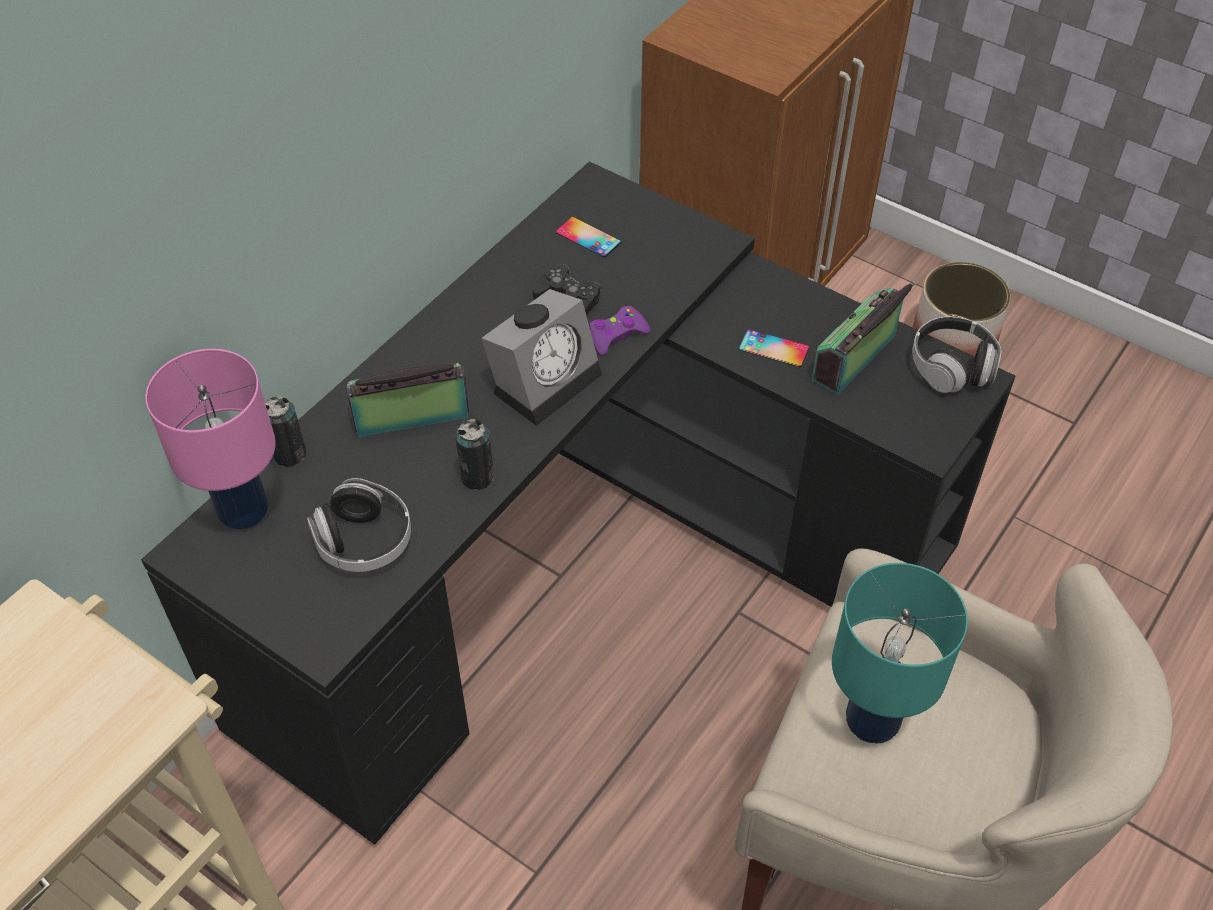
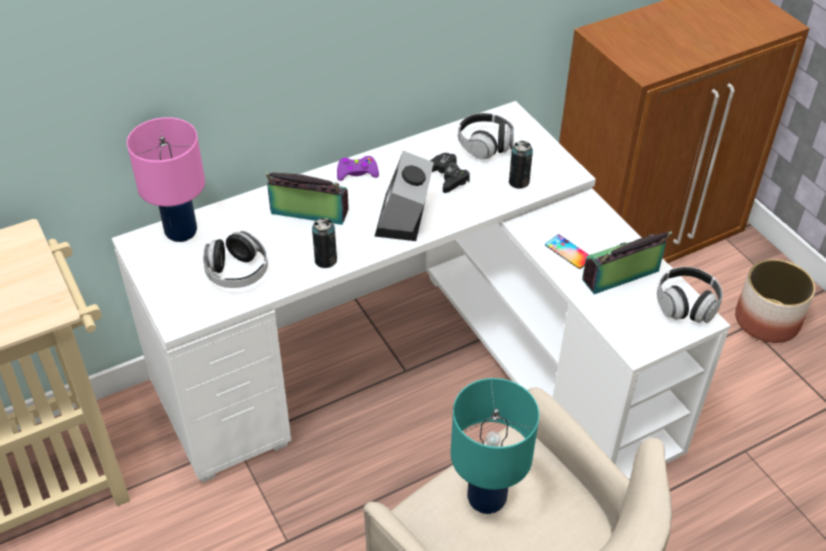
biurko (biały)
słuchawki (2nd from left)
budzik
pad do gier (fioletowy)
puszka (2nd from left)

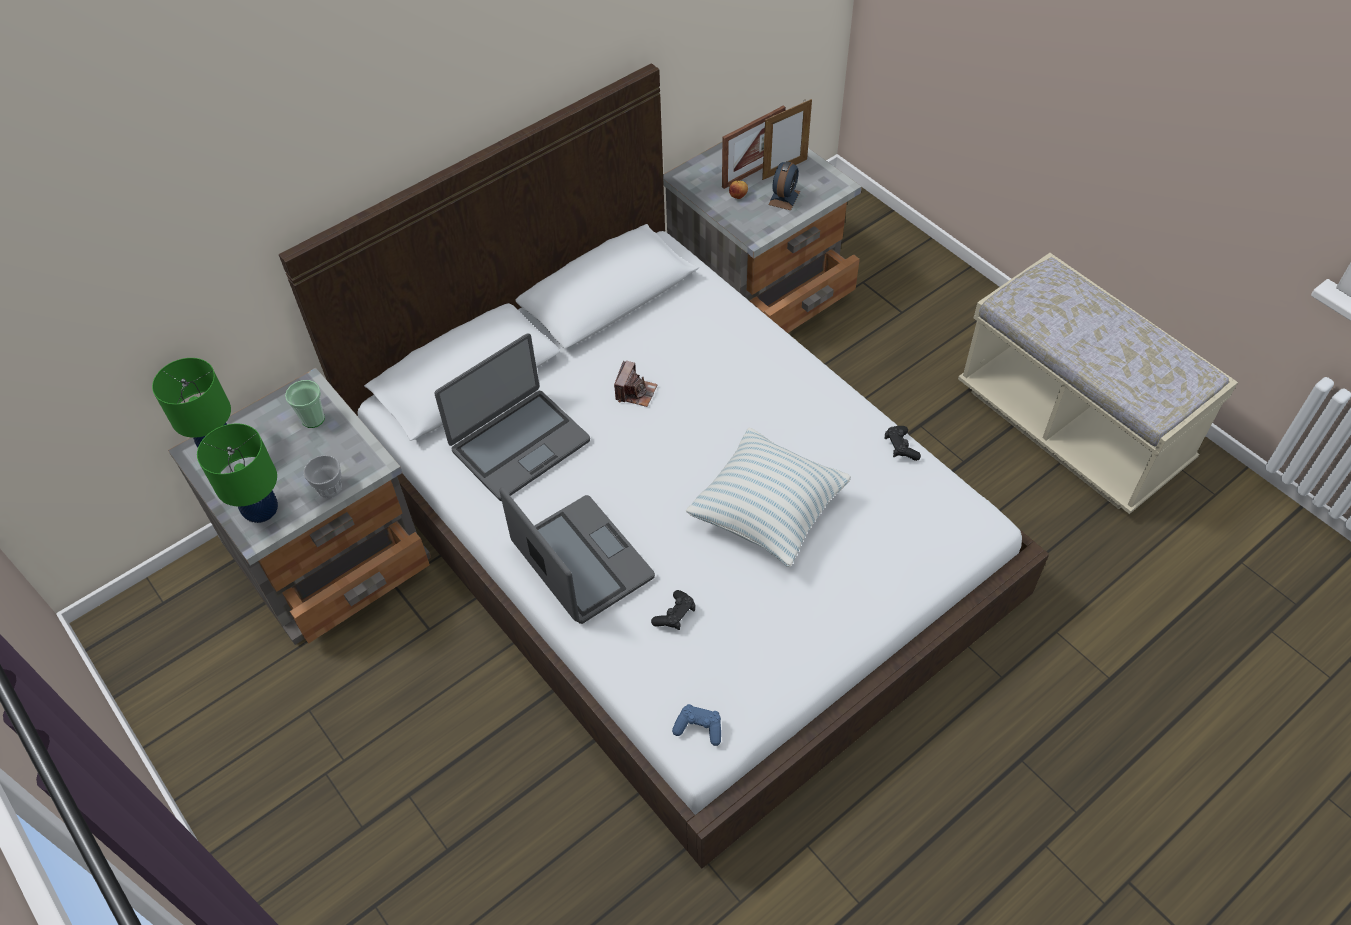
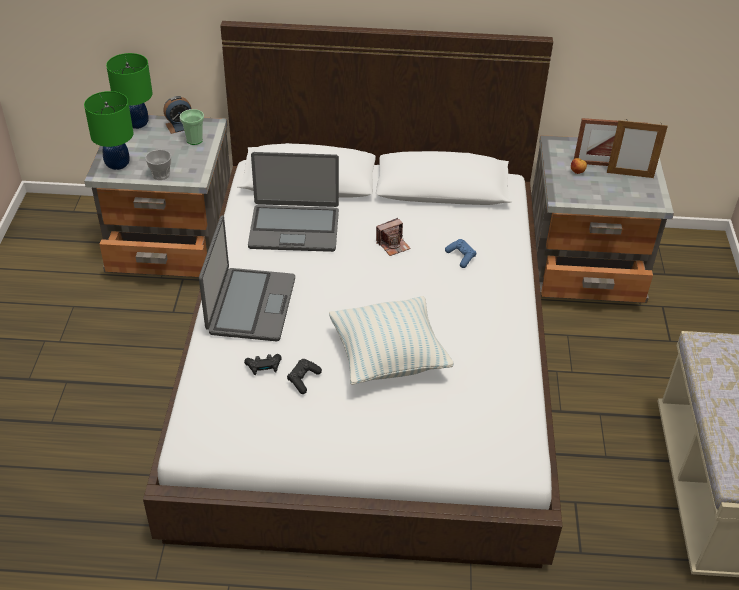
budzik
pad do gier (czarny) (2nd from left)
pad do gier (niebieski)

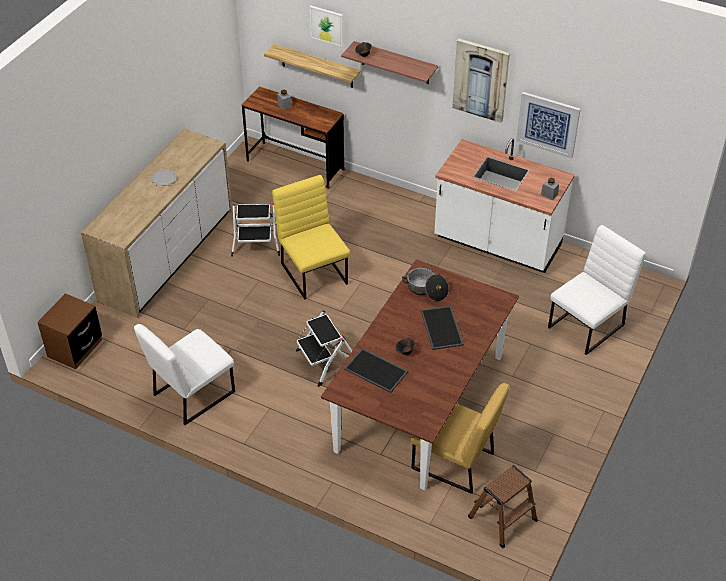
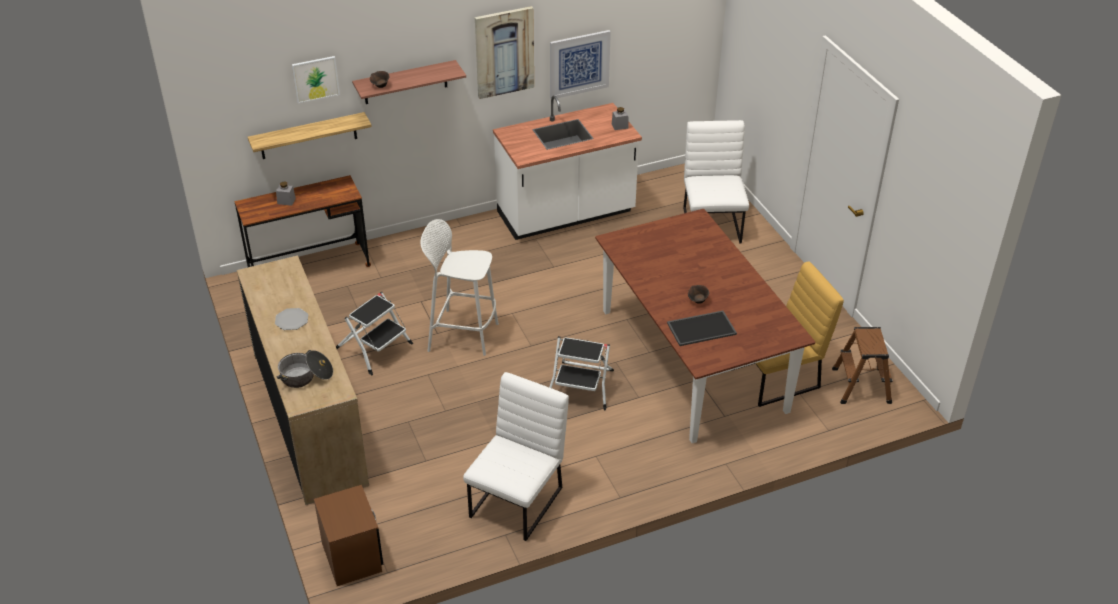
stołek (biały)
garnek
taca (2nd from left in the first image)
krzesło (biały) (1st from left)

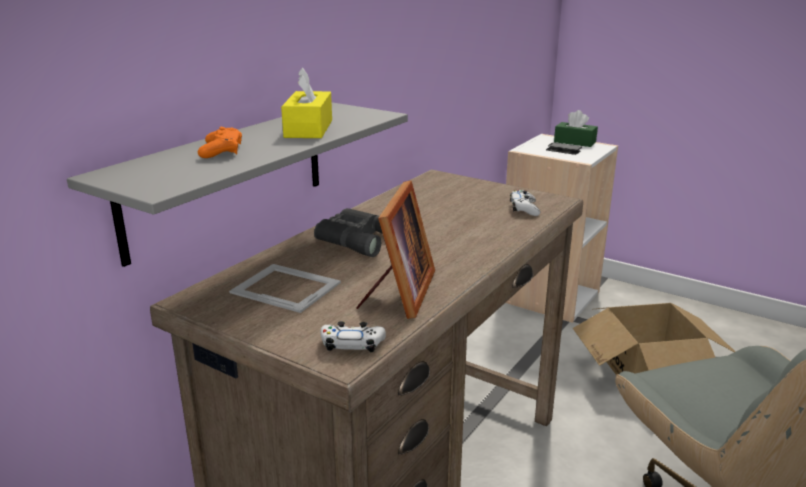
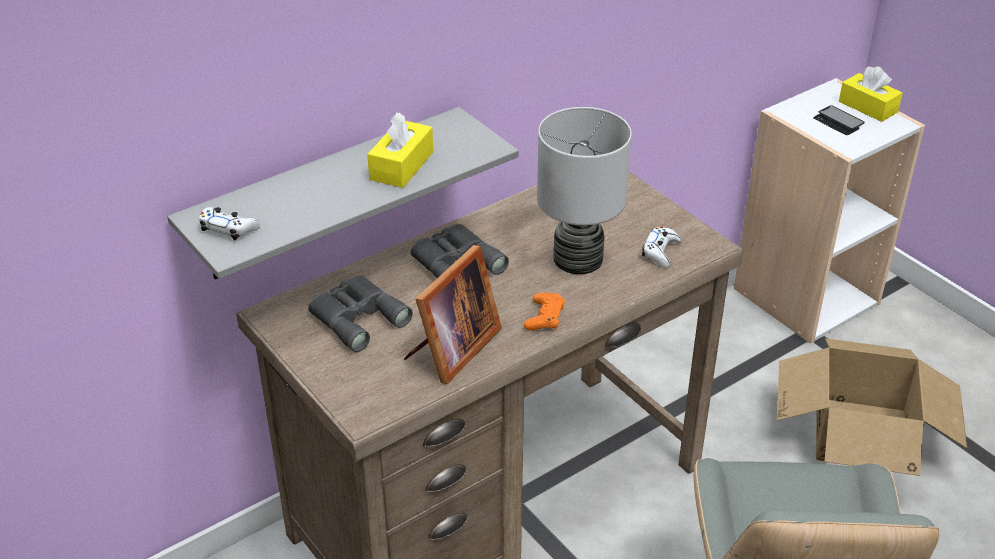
pudełko chusteczek (żółty) (2nd from left)
pad do gier (pomarańczowy)
lornetka (szary) (1st from left)
pad do gier (biały) (1st from left)
lampa stołowa (szary)

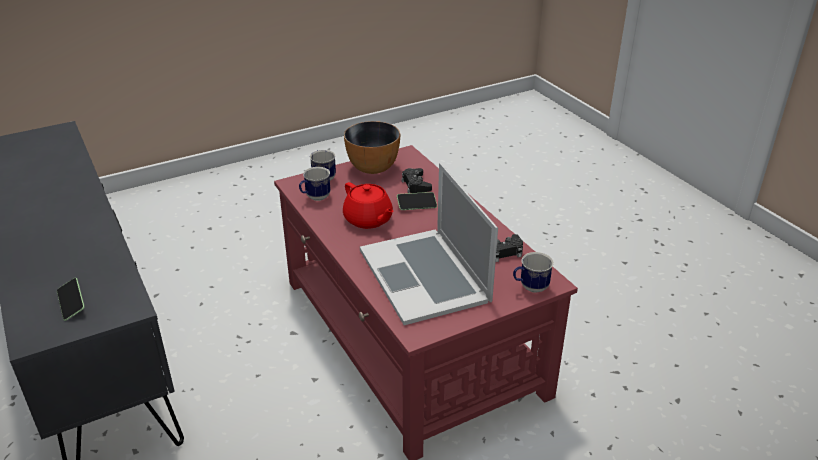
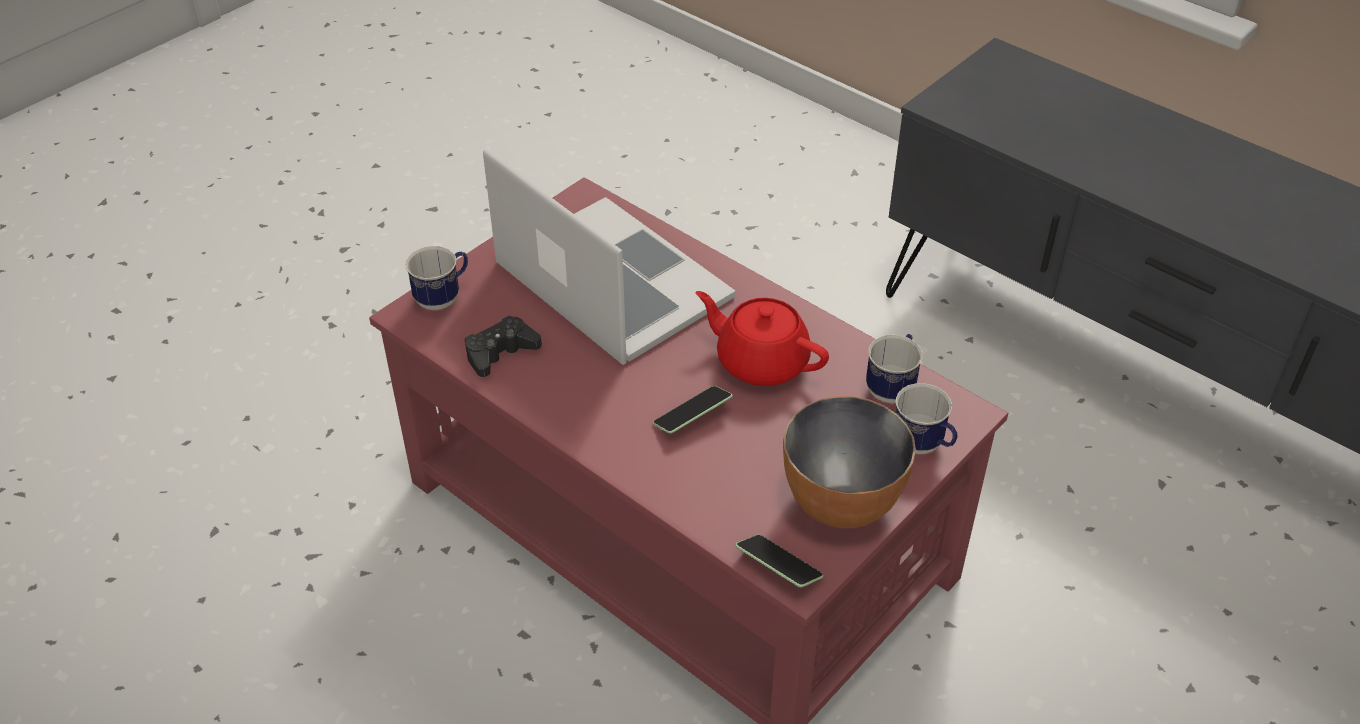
pad do gier (czarny) (1st from left in the first image)
telefon (2nd from left)

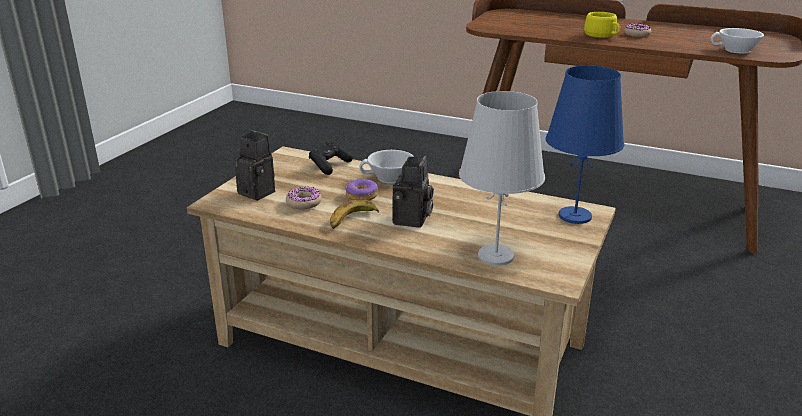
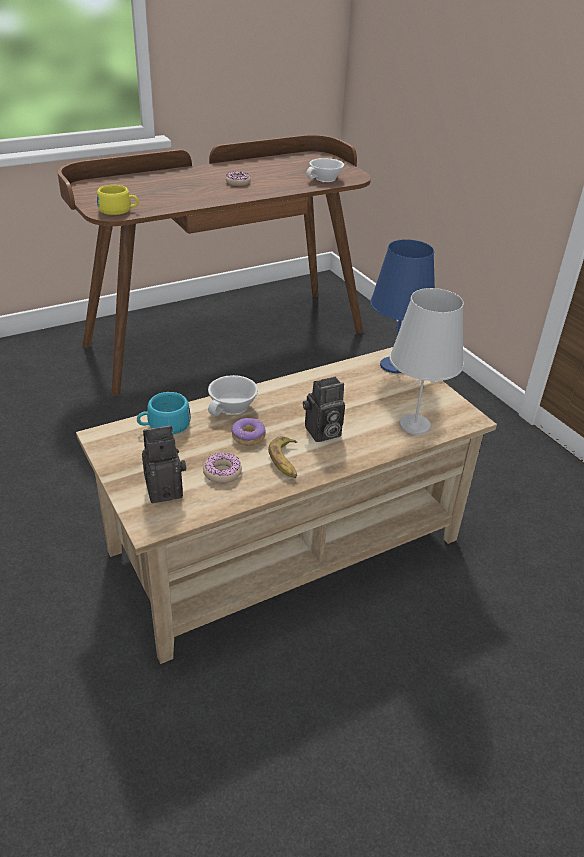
filiżanka (żółty)
filiżanka (turkusowy)
aparat fotograficzny (2nd from left)

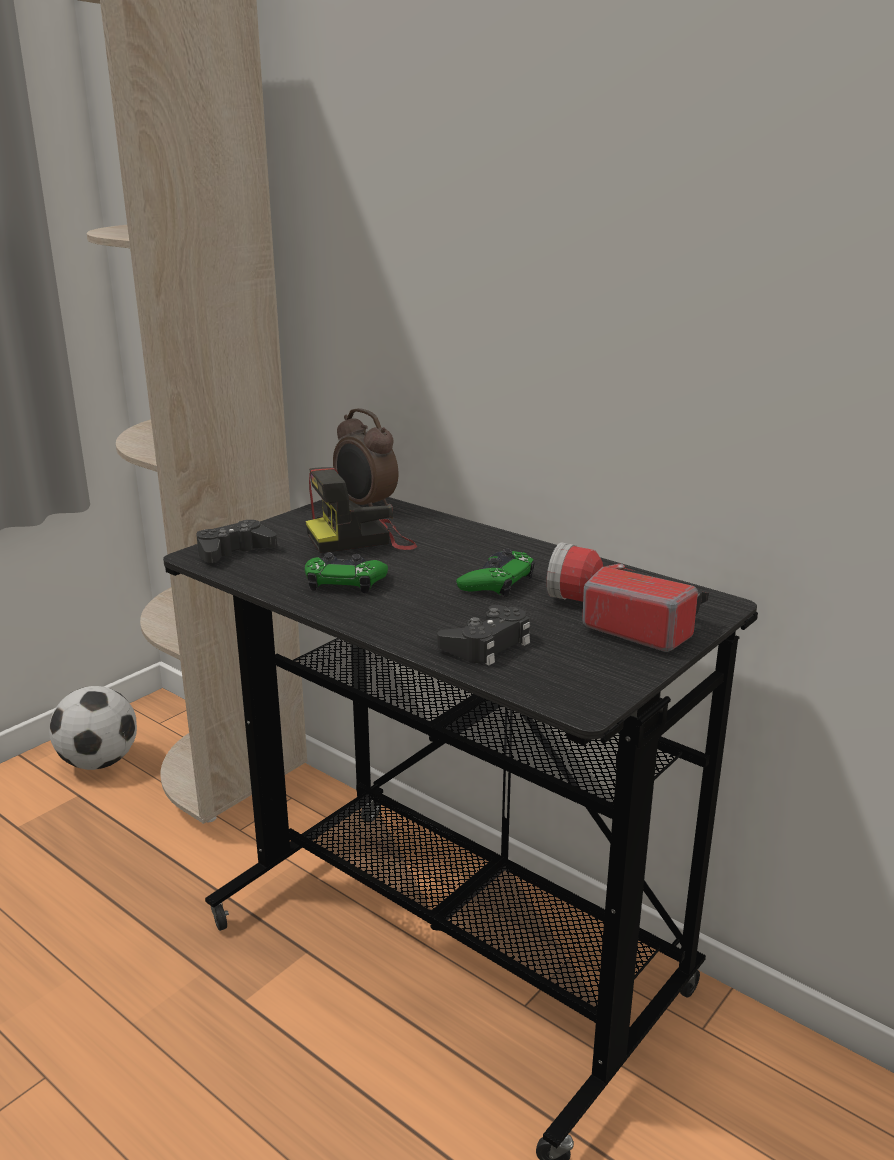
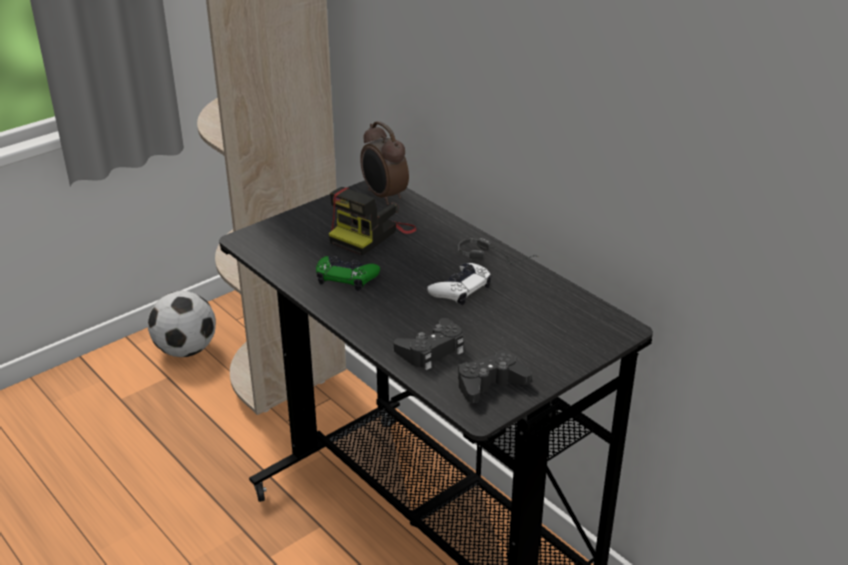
aparat fotograficzny
pad do gier (czarny) (2nd from left)
latarka
pad do gier (biały)
słuchawki

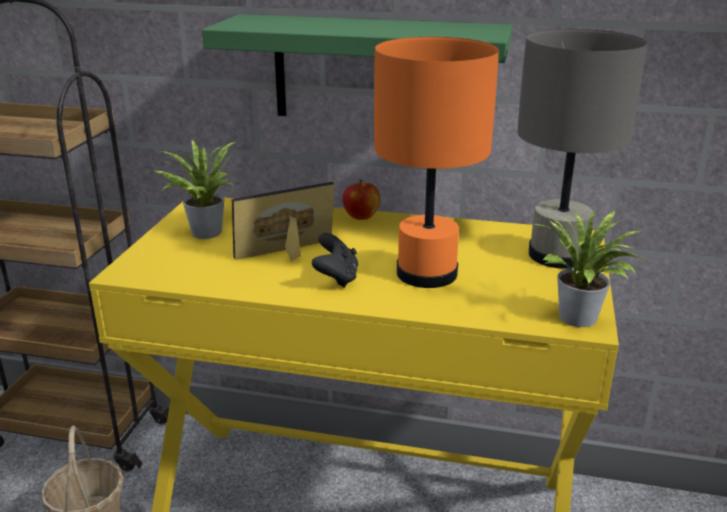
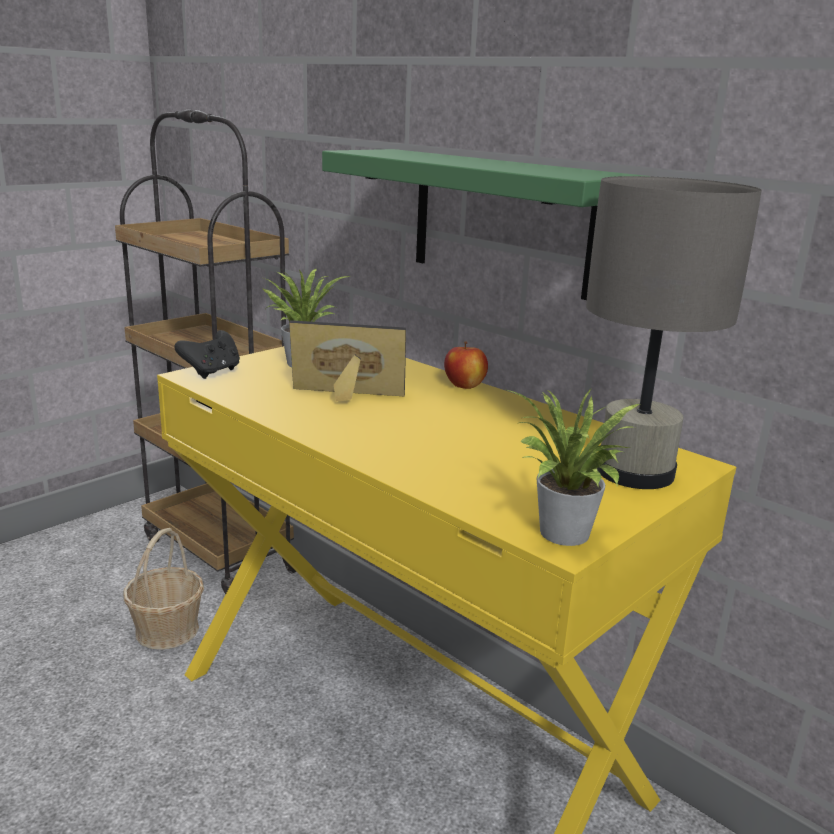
lampa stołowa (pomarańczowy)
pad do gier (czarny)

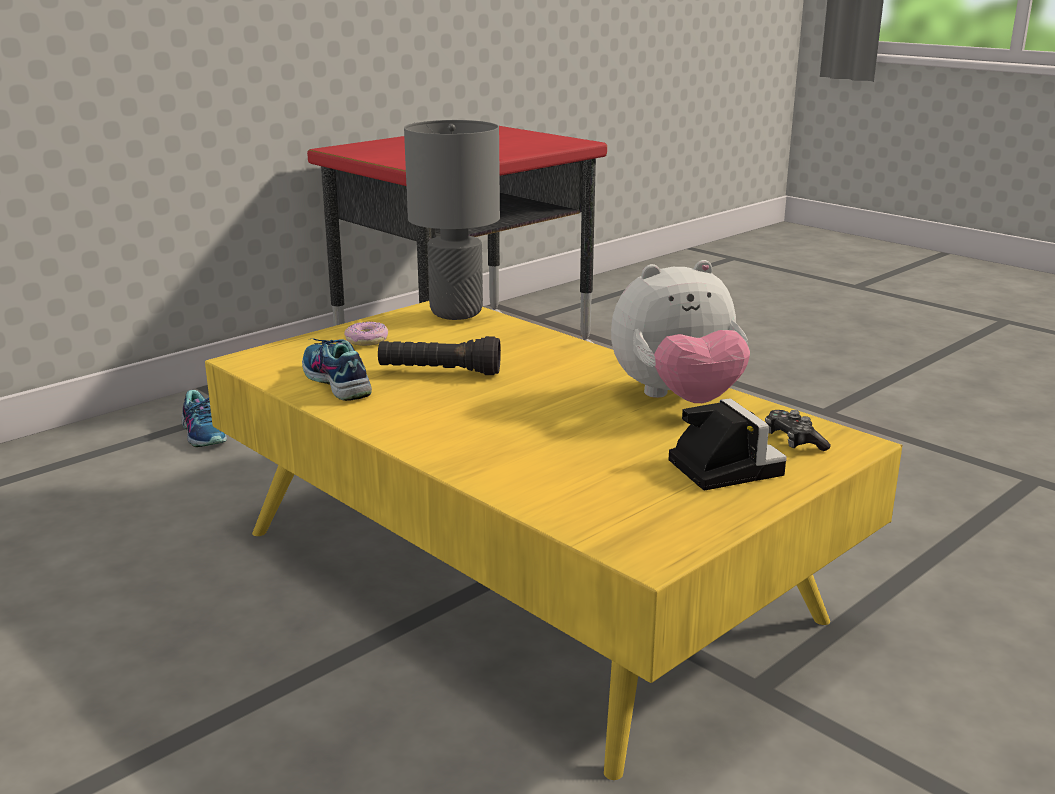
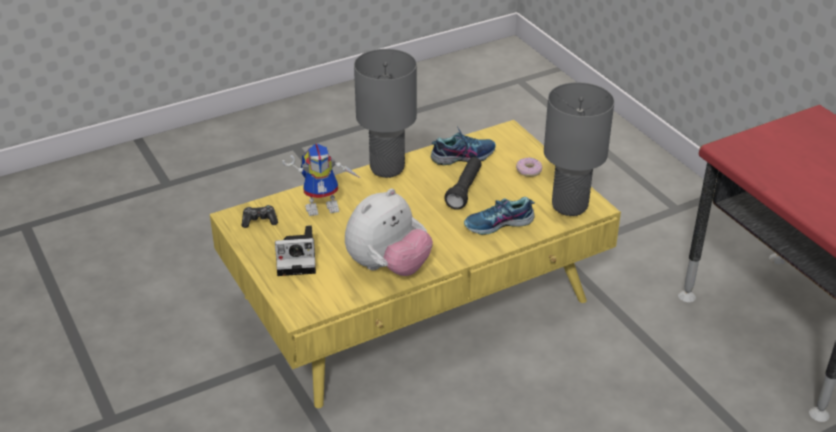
pluszak
but (2nd from left)
pad do gier
lampa stołowa (szary) (1st from left)
robot zabawkowy

